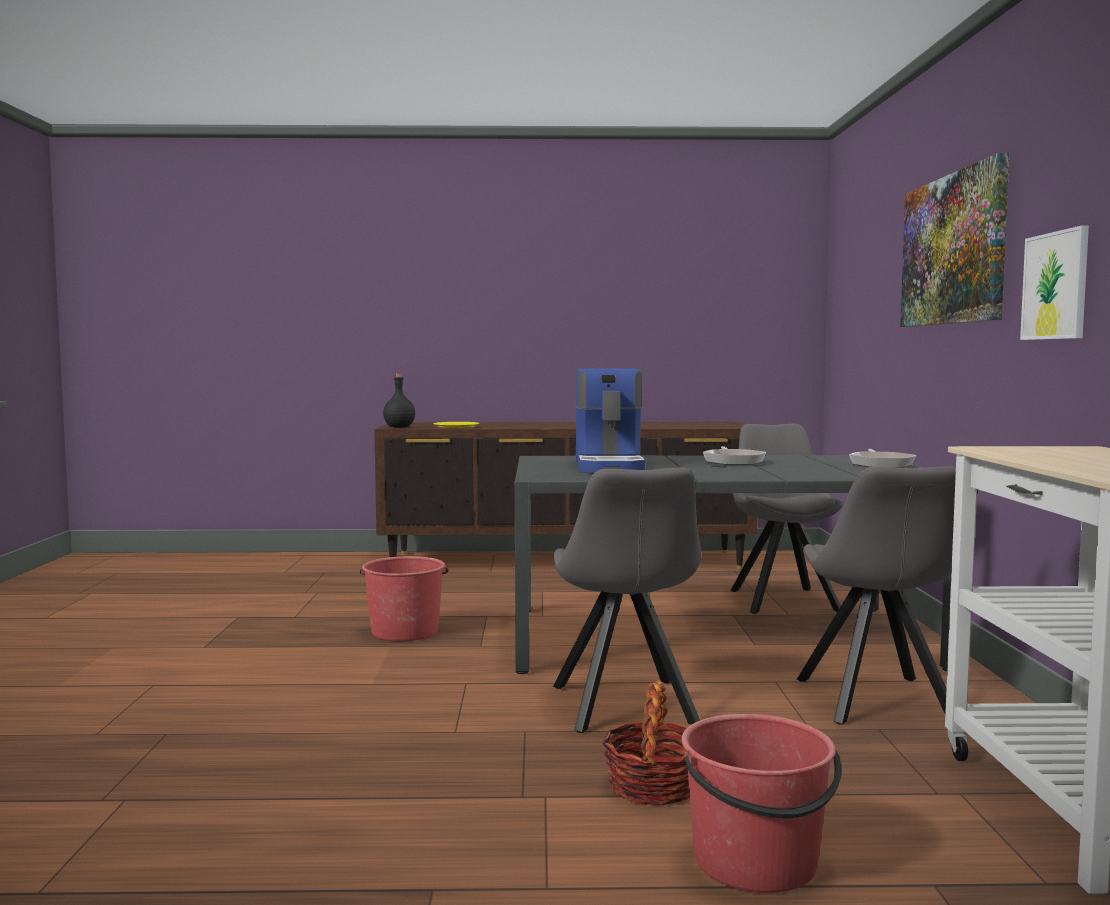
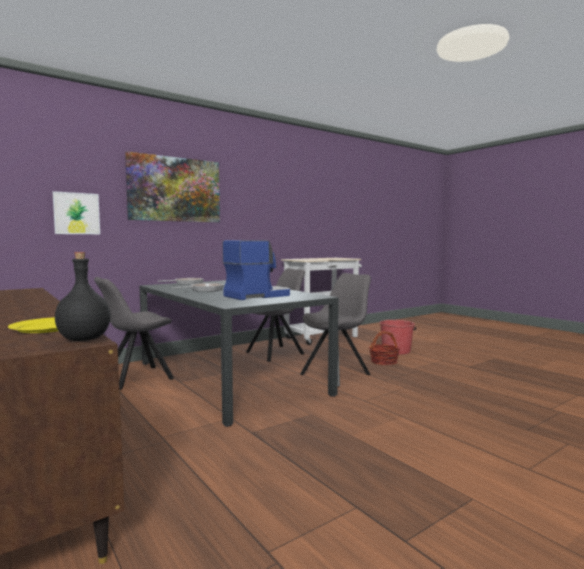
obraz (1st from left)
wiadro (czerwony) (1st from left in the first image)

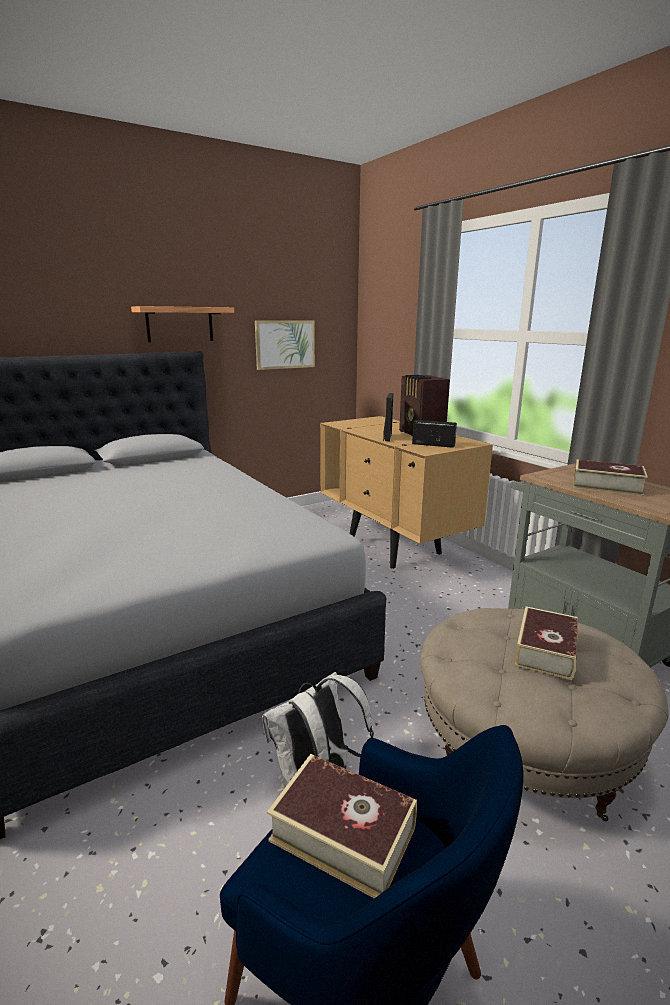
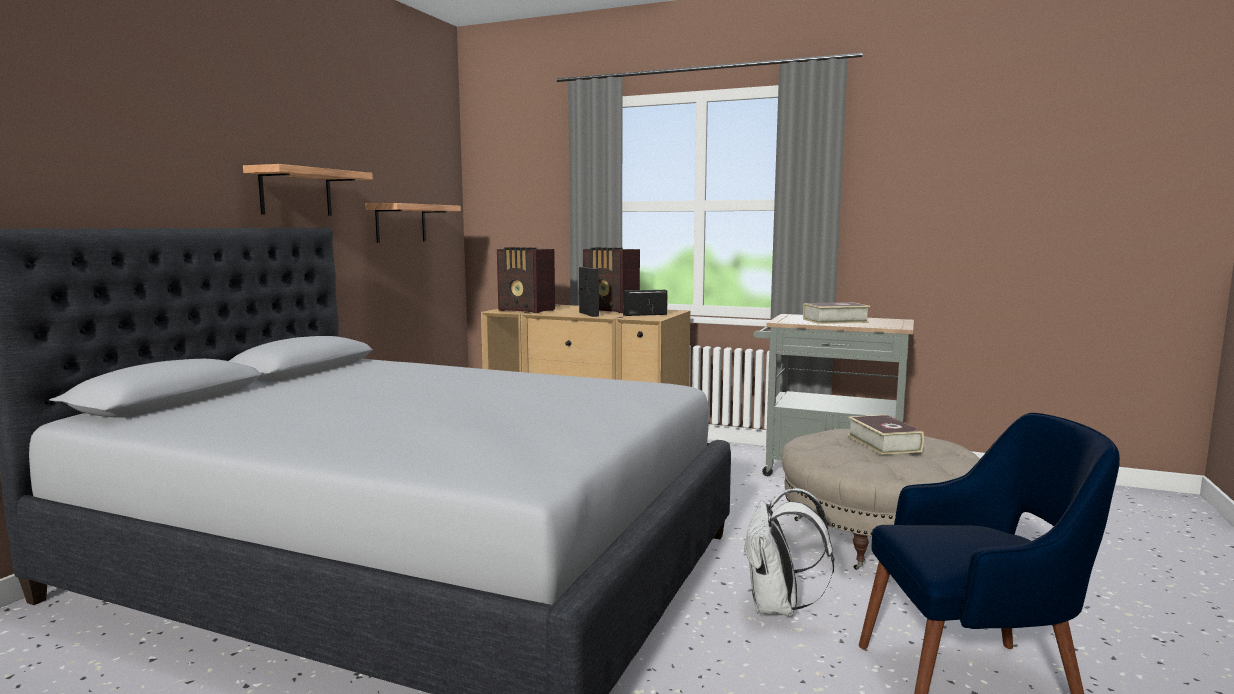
półka (2nd from left)
książka (1st from left in the first image)
radio (1st from left)

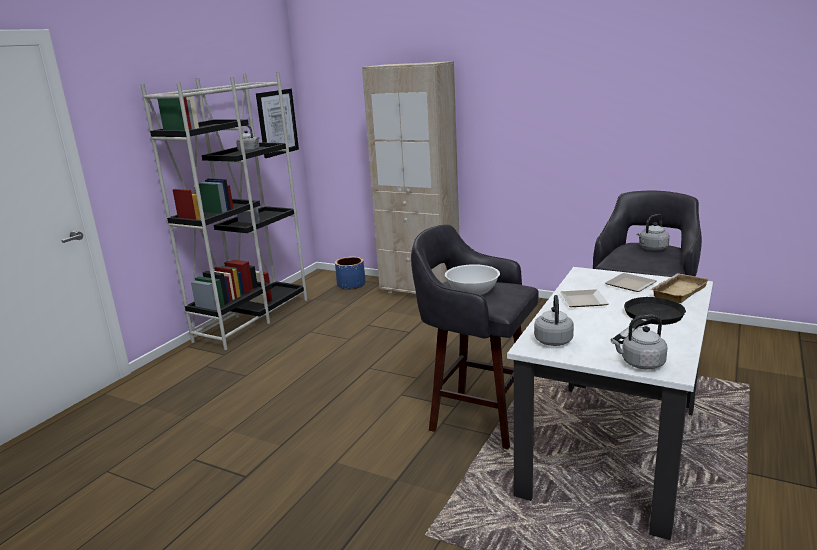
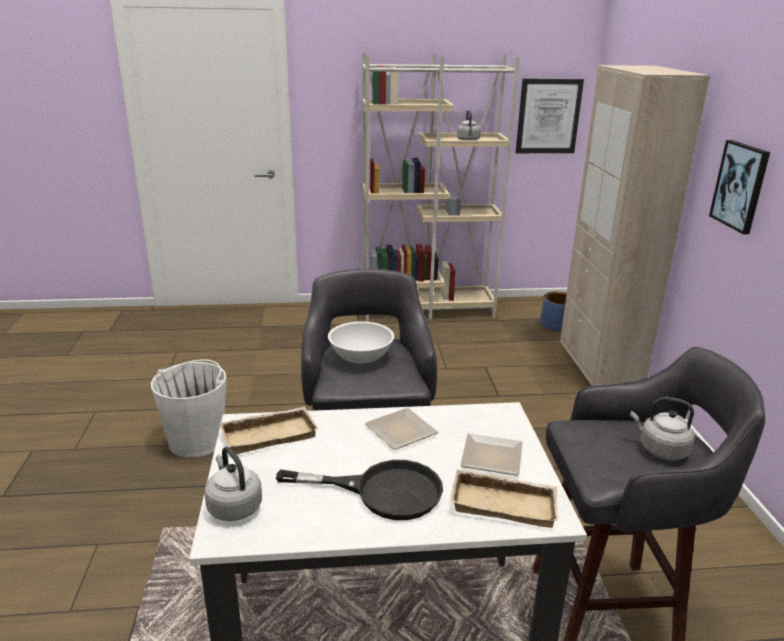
regał (beżowy)
taca (beżowy) (1st from left)
obraz (2nd from left)
wiadro (biały)

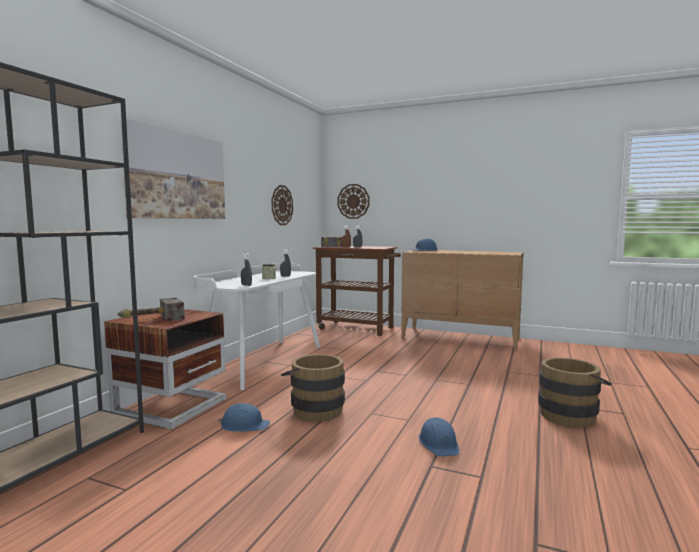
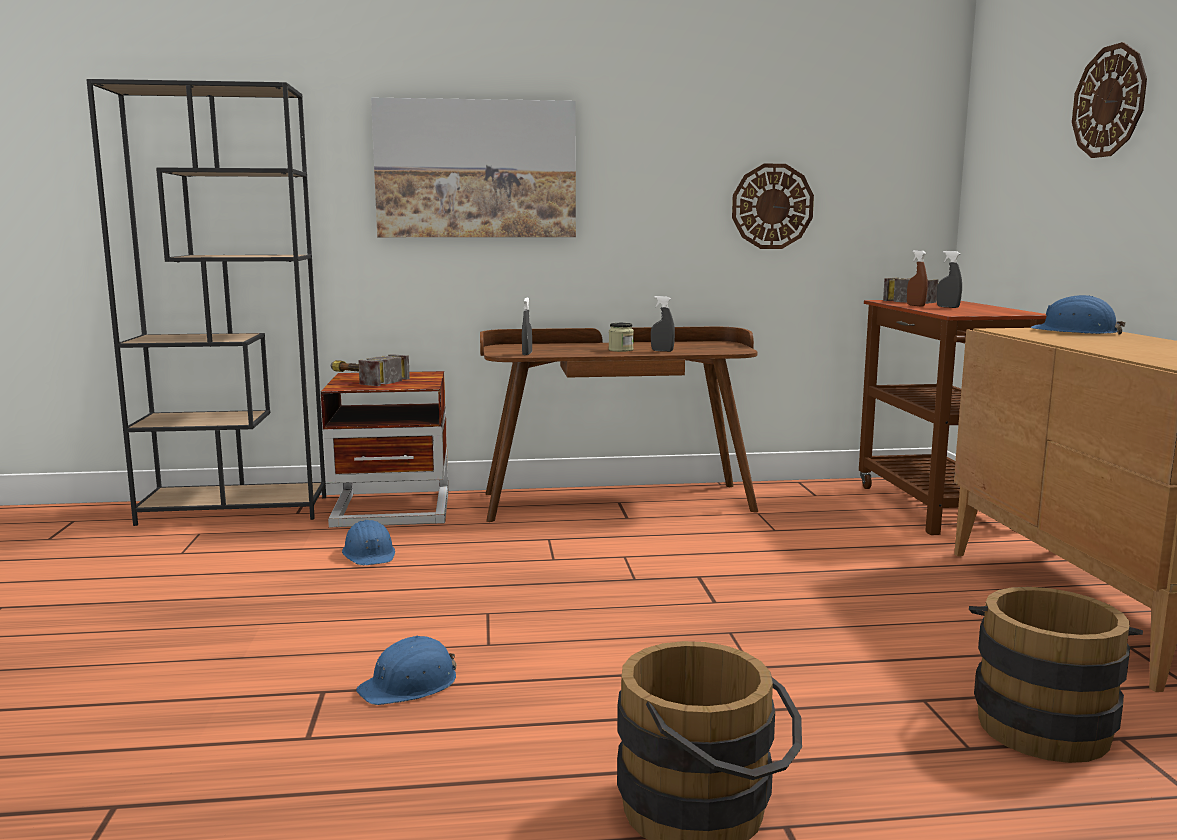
zegar ścienny (2nd from left)
biurko (brązowy)
wiadro (brązowy) (2nd from left)

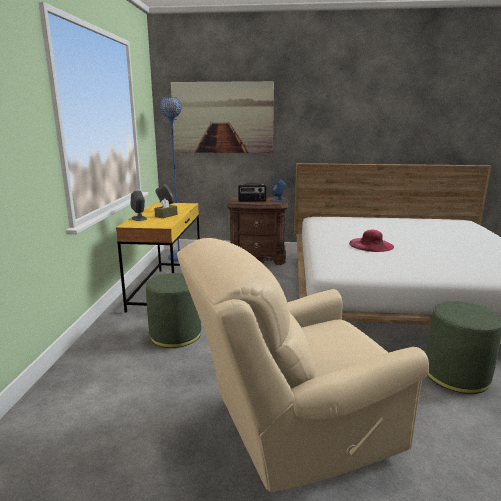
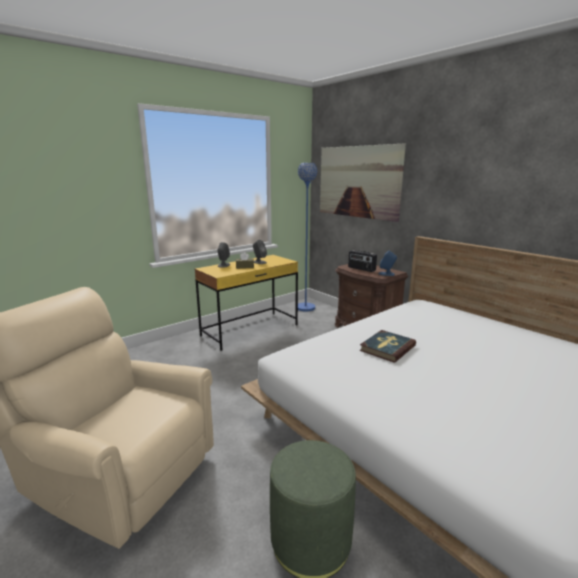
książka
pufa (zielony) (1st from left in the first image)

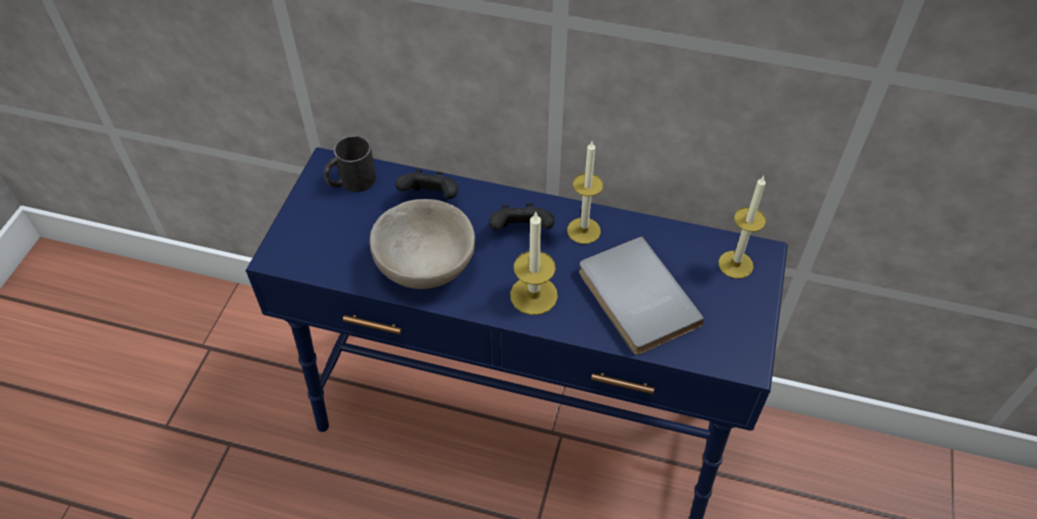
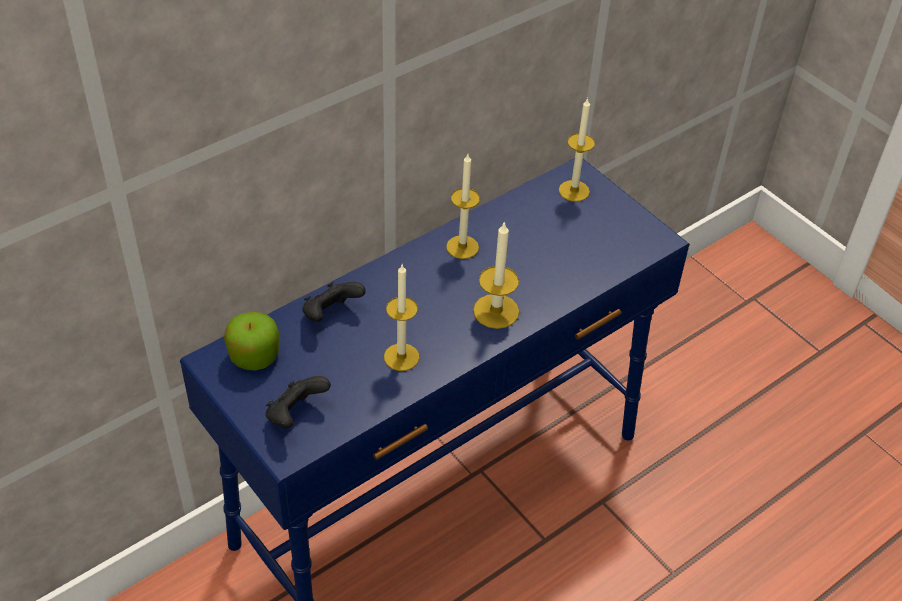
jabłko
świeca (1st from left)
pad do gier (czarny) (1st from left)
książka (szary)

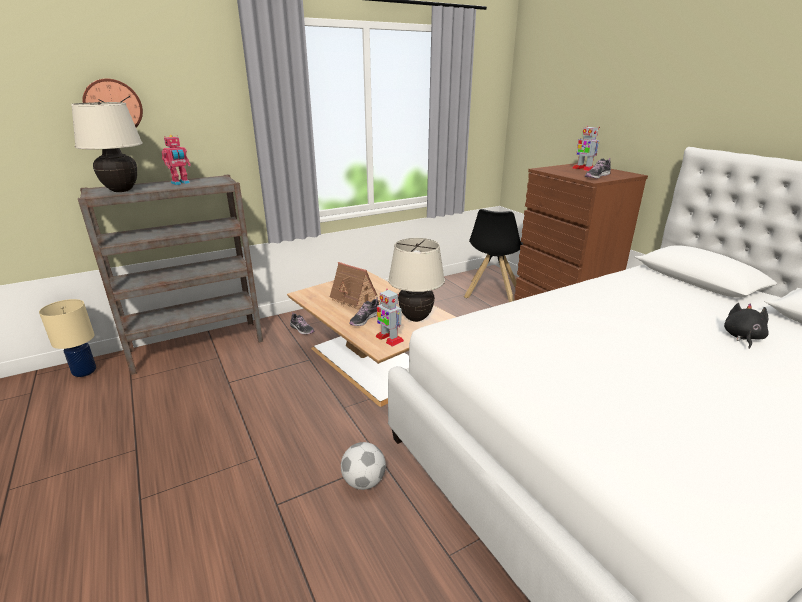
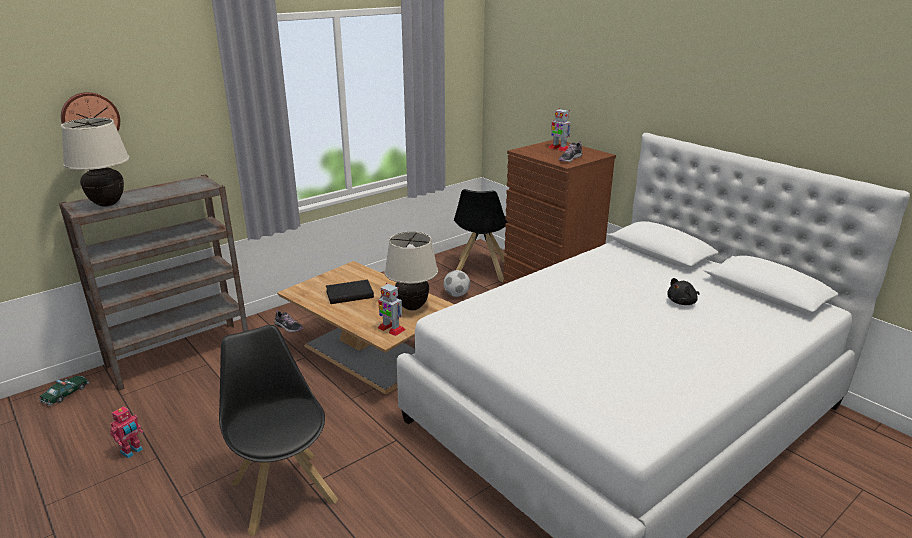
robot zabawkowy (1st from left)
książka (czarny)
but (2nd from left in the first image)
samochodzik
pluszak (czarny)
piłka futbolowa
krzesło (czarny) (1st from left)

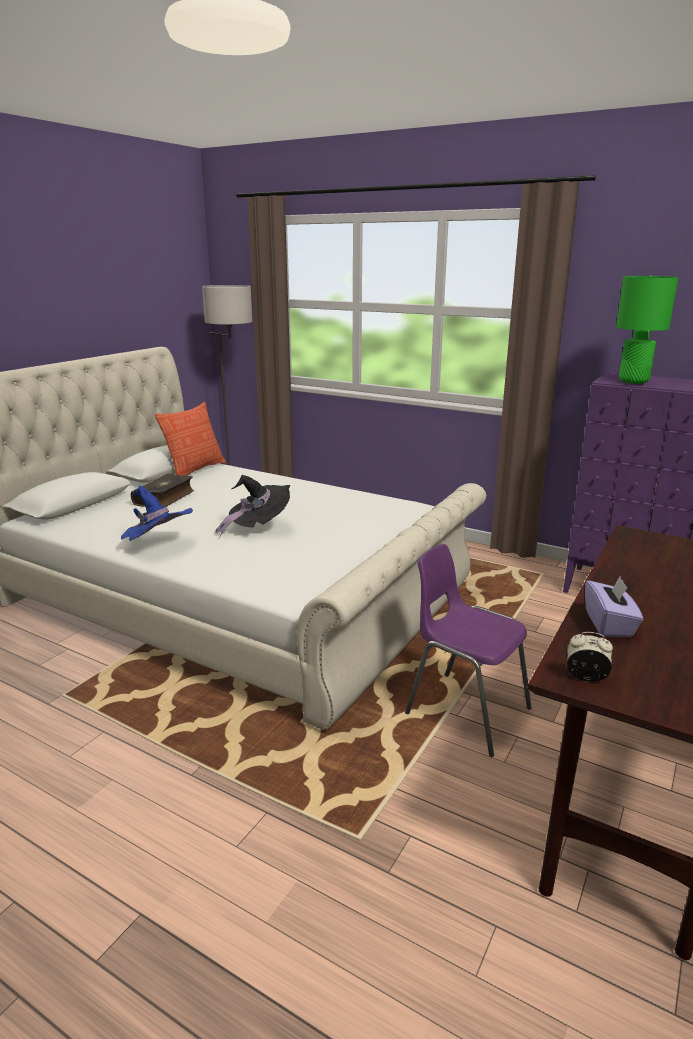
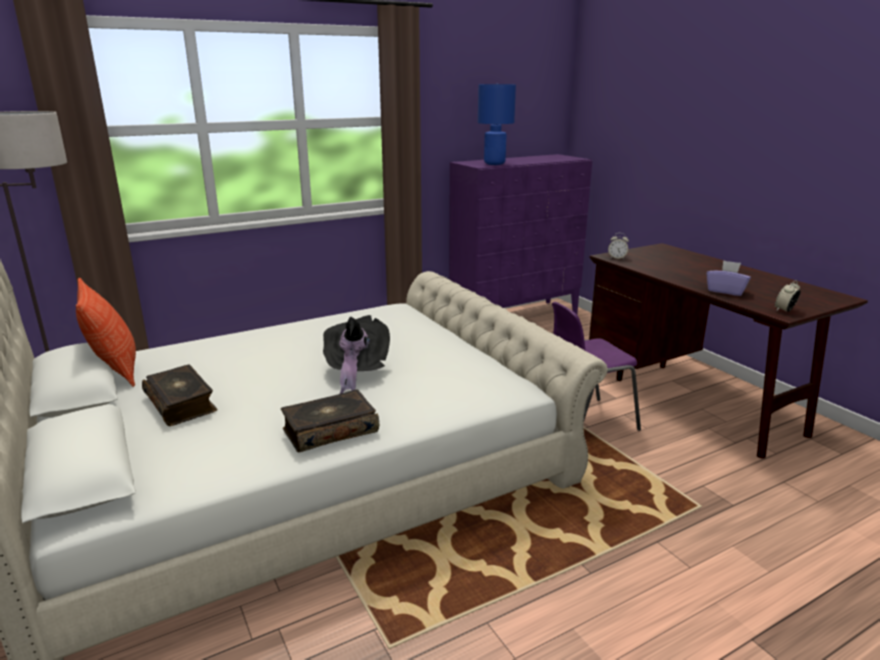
lampa stołowa (niebieski)
książka (2nd from left)
budzik (1st from left)

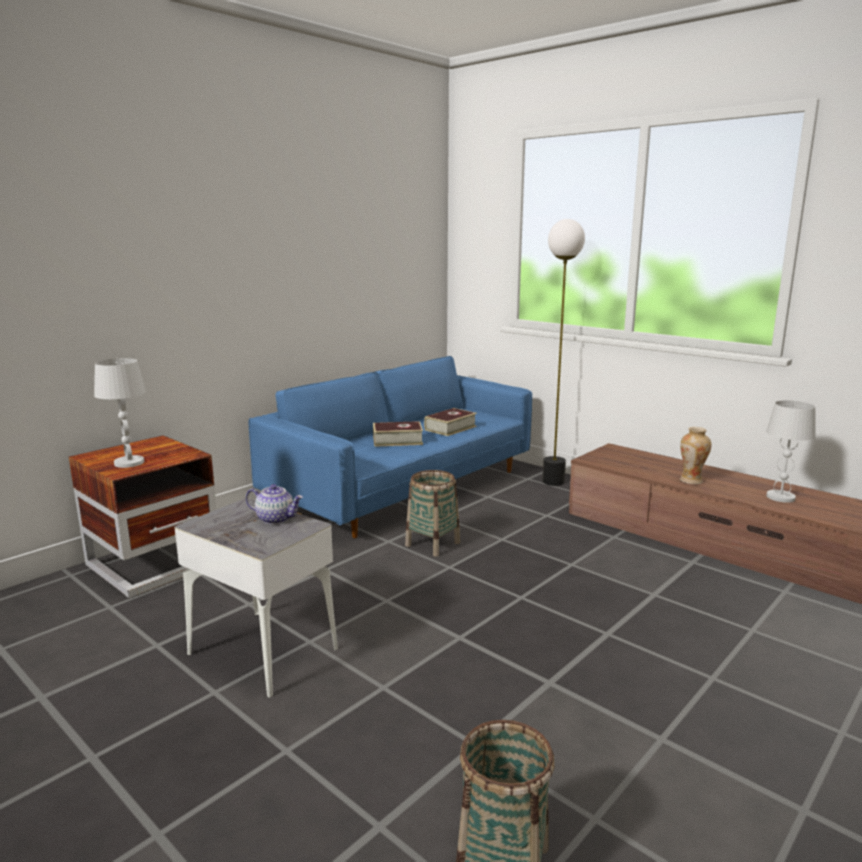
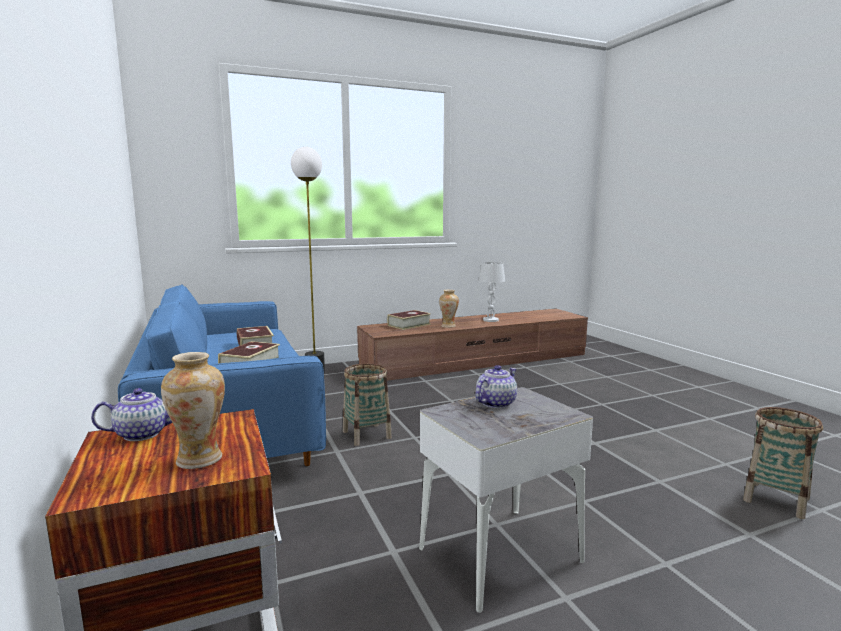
wazon (1st from left)
książka (3rd from left)
imbryk (1st from left)

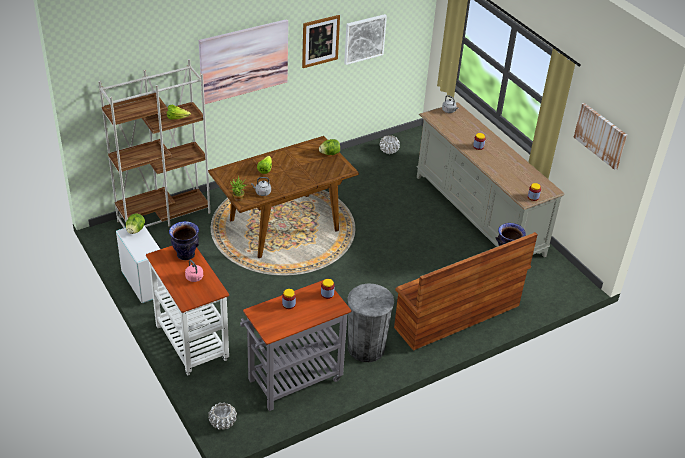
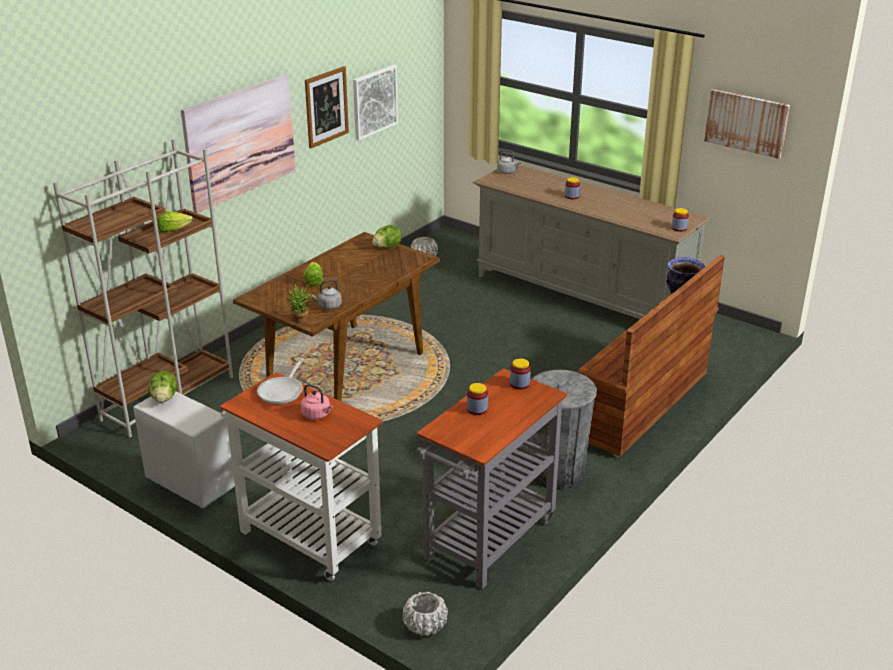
patelnia

